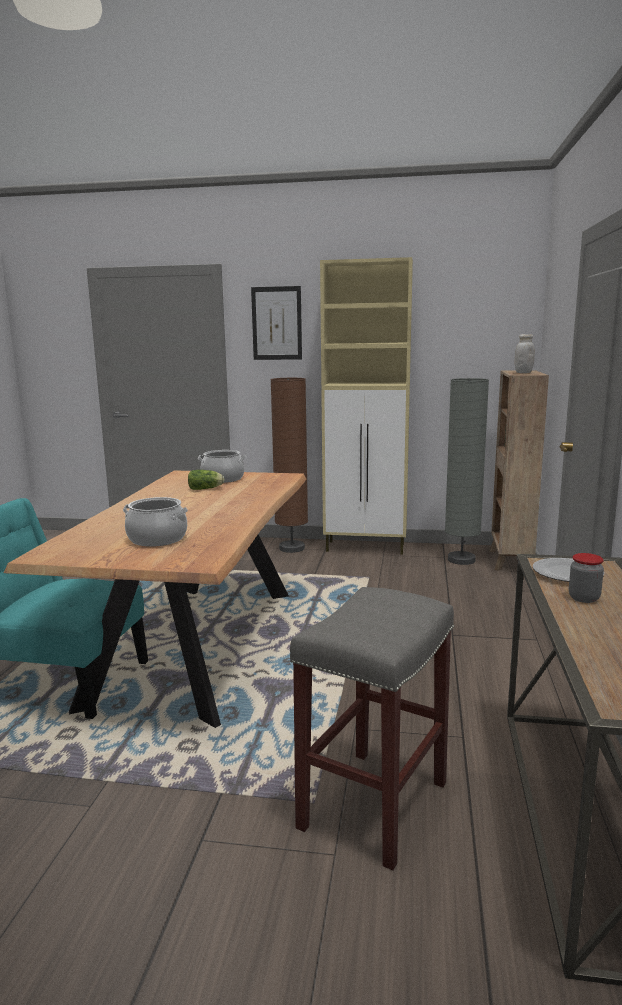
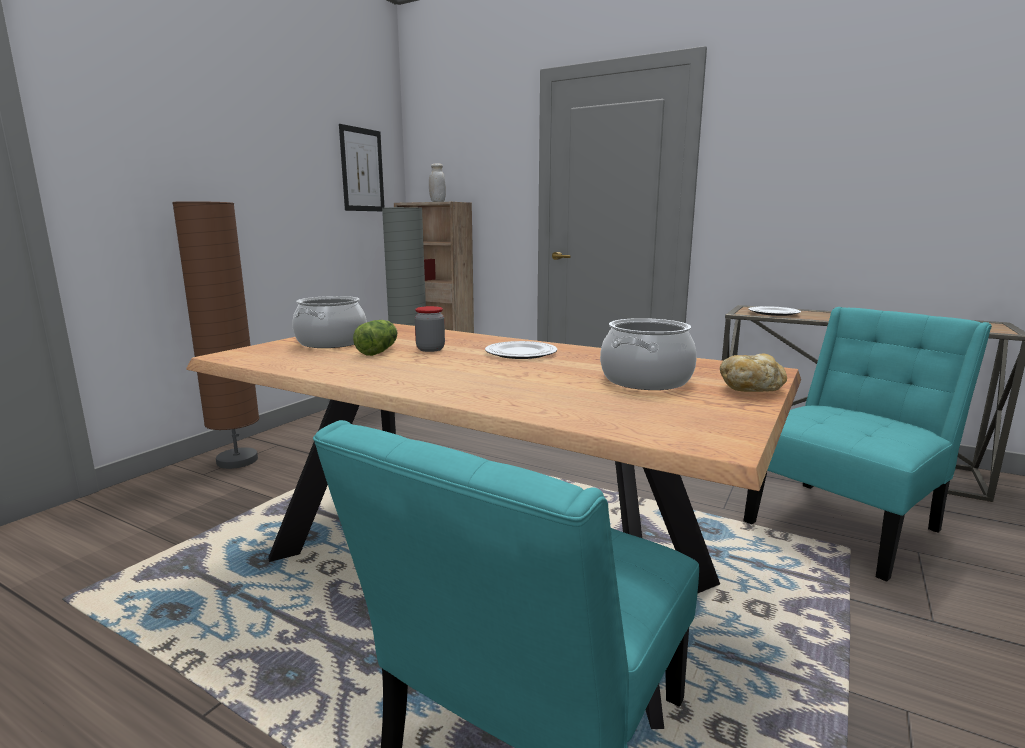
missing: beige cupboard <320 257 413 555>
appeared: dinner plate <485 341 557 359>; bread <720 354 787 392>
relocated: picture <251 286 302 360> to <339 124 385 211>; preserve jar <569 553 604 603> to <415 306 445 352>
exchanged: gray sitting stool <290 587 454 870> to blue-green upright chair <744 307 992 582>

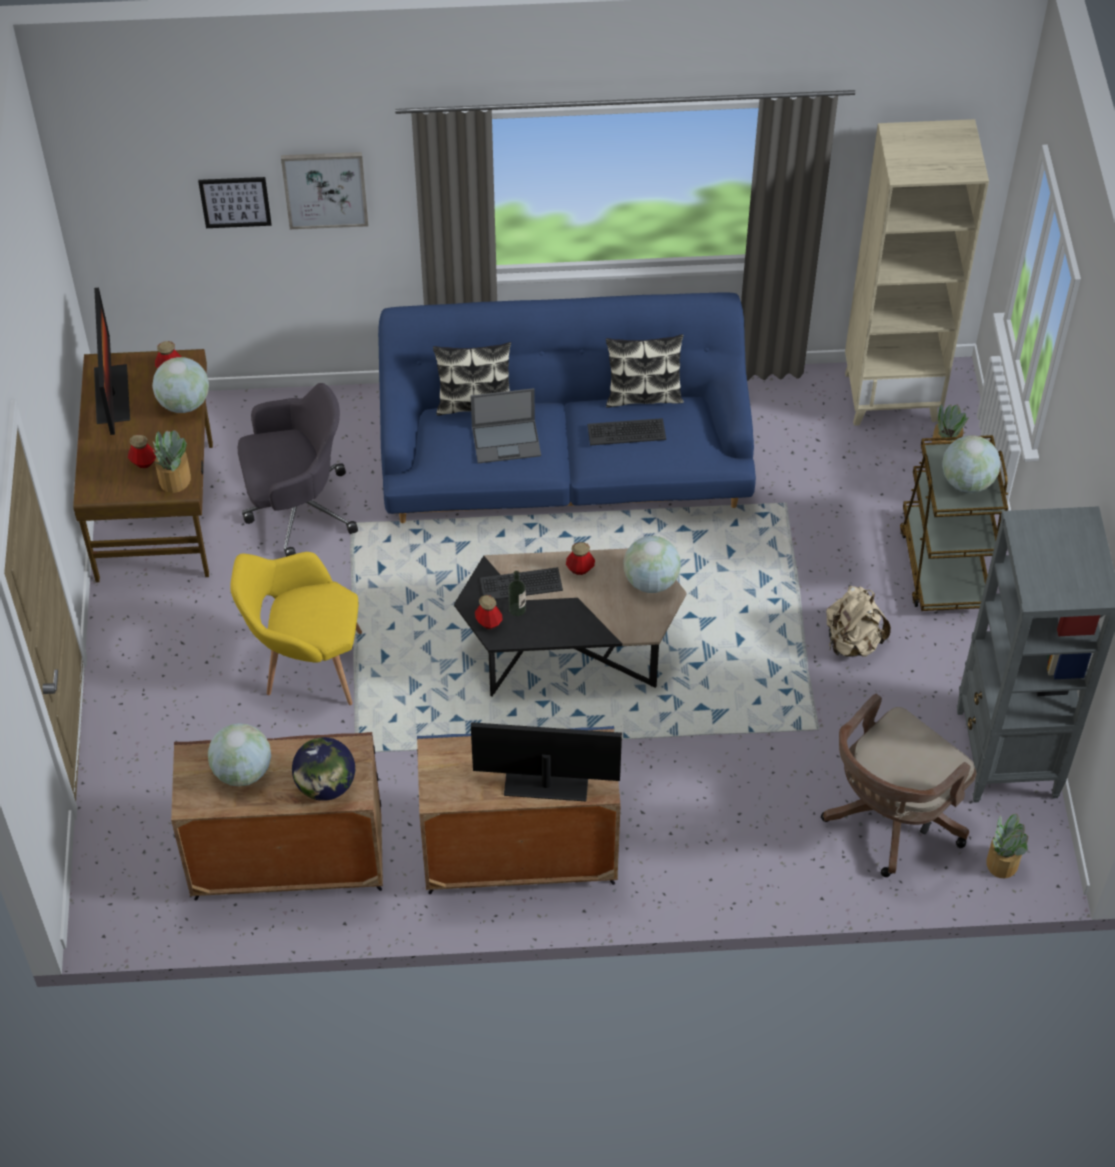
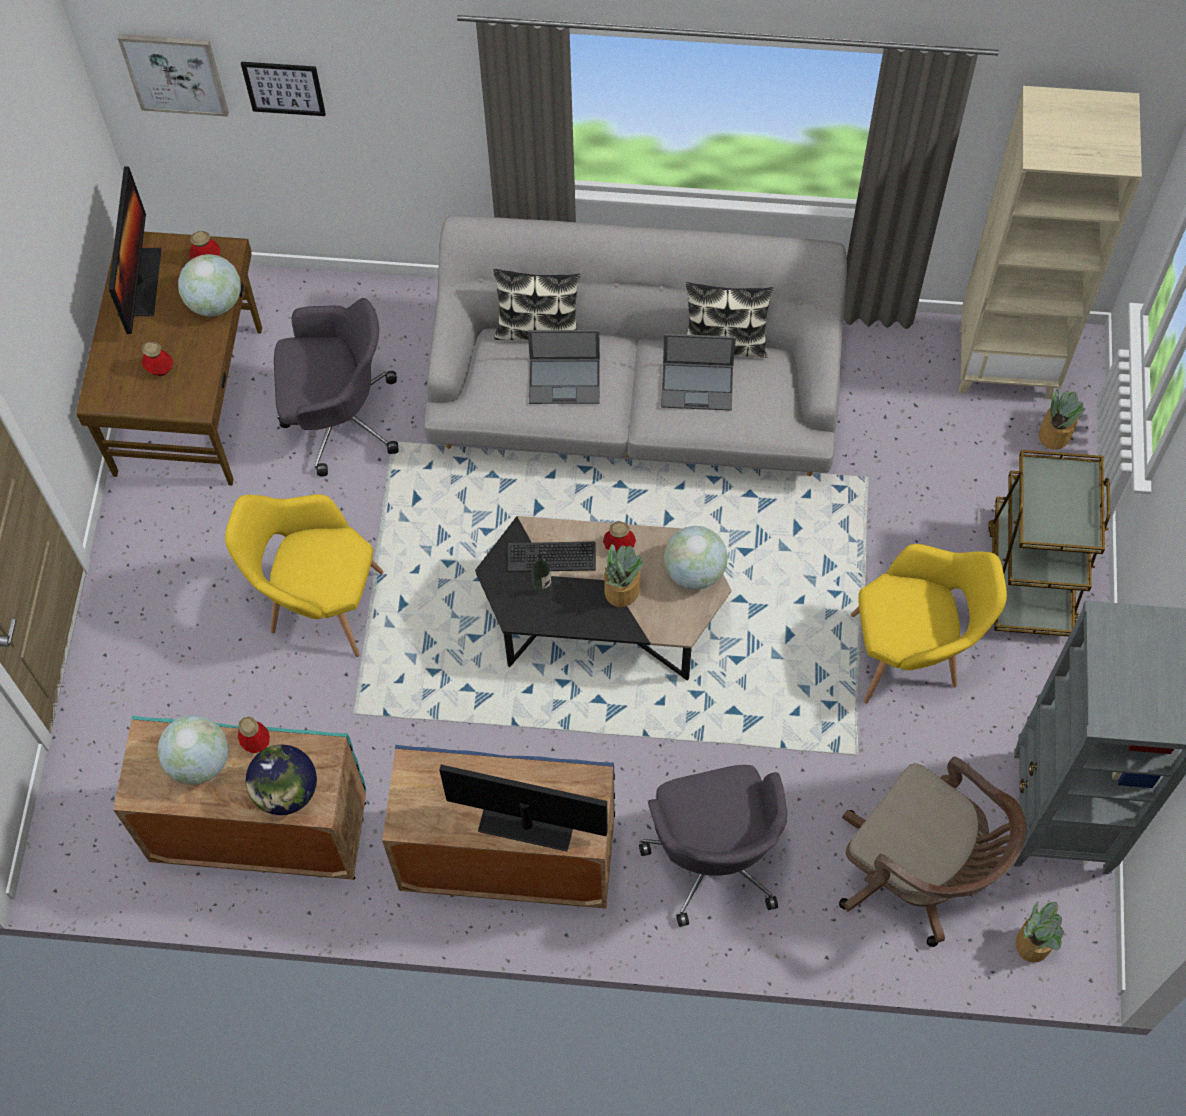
missing: world globe <942 435 1001 493>
appeared: gray computer chair <639 765 787 927>
relocated: picture <281 152 368 229> to <118 34 229 117>; houseplant <153 430 191 493> to <604 544 644 607>; bottle <475 595 503 629> to <238 716 270 753>
exchanged: keyboard <587 418 666 446> to laptop <661 334 736 411>; beige rucksack <826 586 891 657> to yellowish easy chair <851 544 1007 704>
colour: blue settee <378 292 756 523> to gray settee <424 216 847 476>; brownish cupboard <171 732 383 900> to blue-green cupboard <113 716 366 880>
spun: brownish computer chair <821 694 976 877> = <839 756 1026 947> 105 degrees counterclockwise

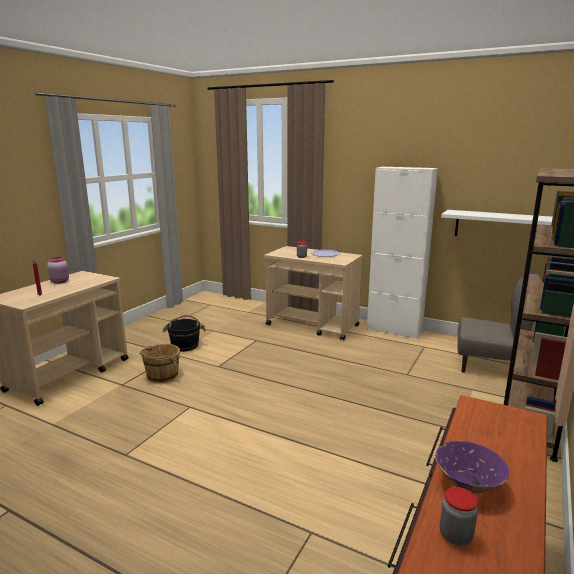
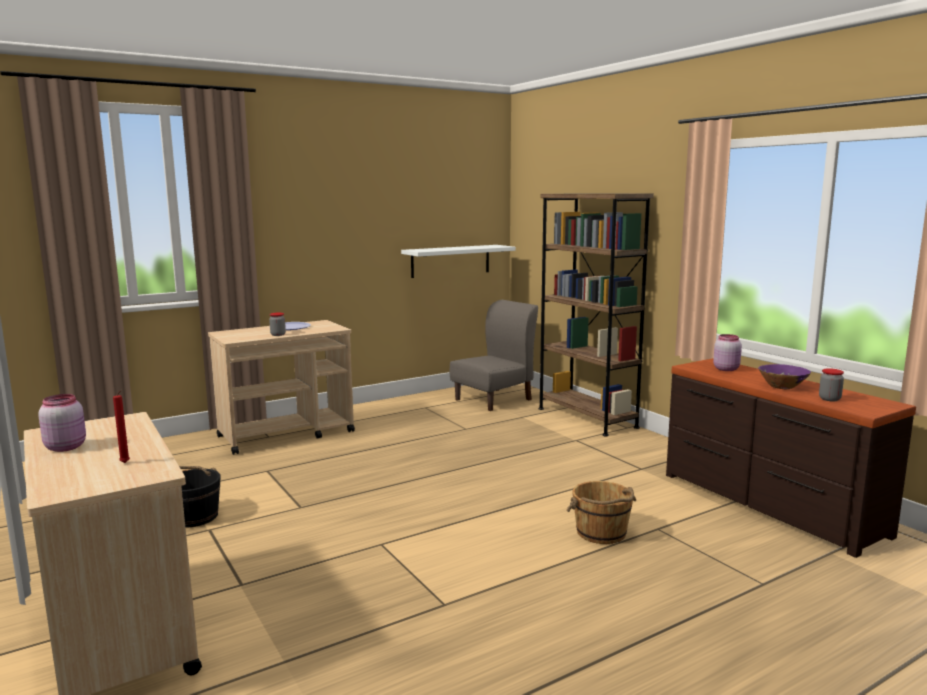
missing: white-coloured cupboard <367 167 438 339>
appeared: pink preserve jar <713 334 742 371>
relocated: brownish pail <140 344 180 383> to <566 481 636 544>

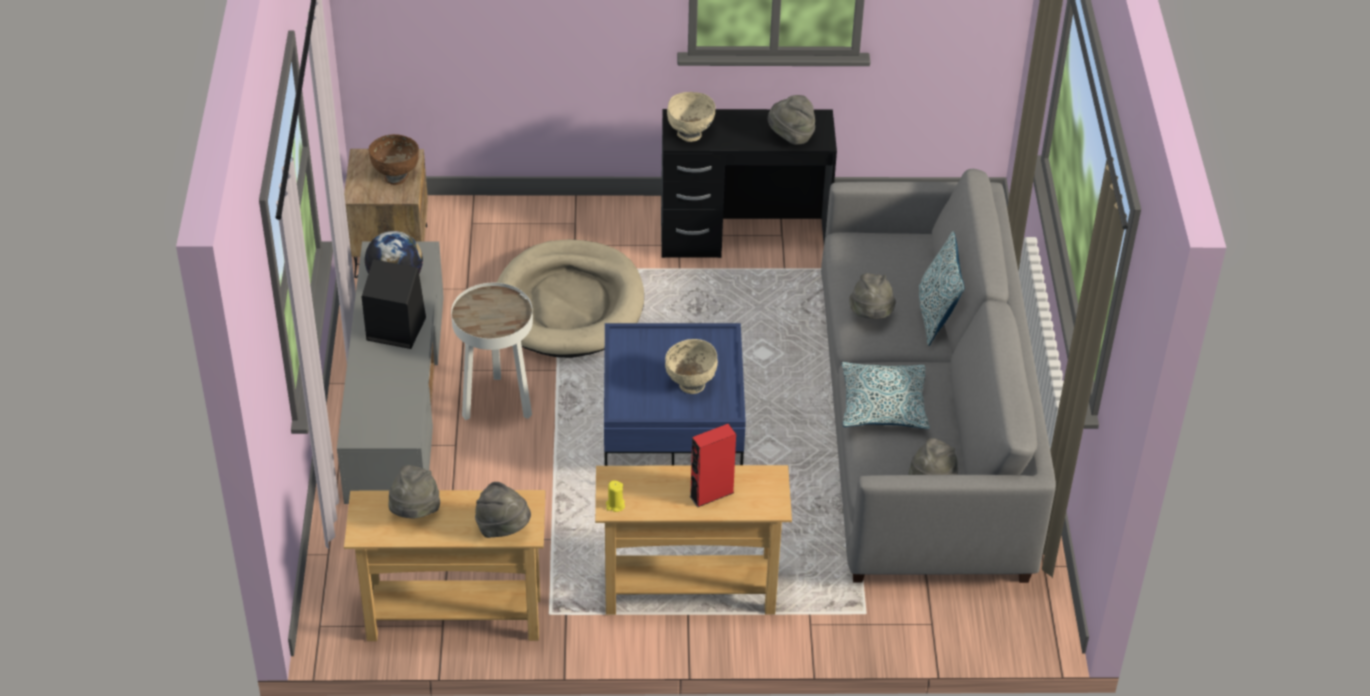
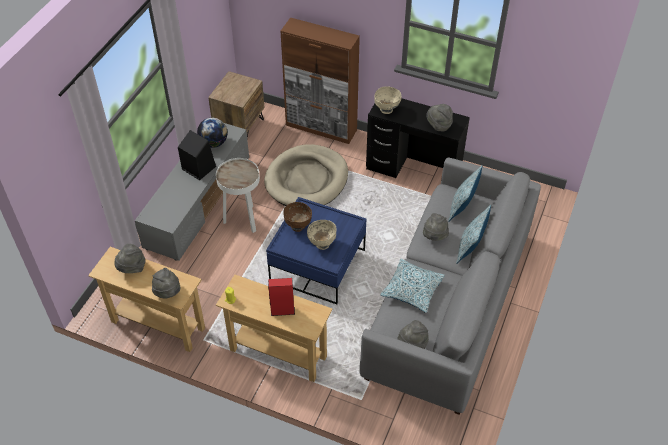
appeared: brownish cupboard <280 17 360 144>; throw pillow <448 165 483 222>
relocated: brownish serving bowl <368 134 419 185> to <283 202 312 232>

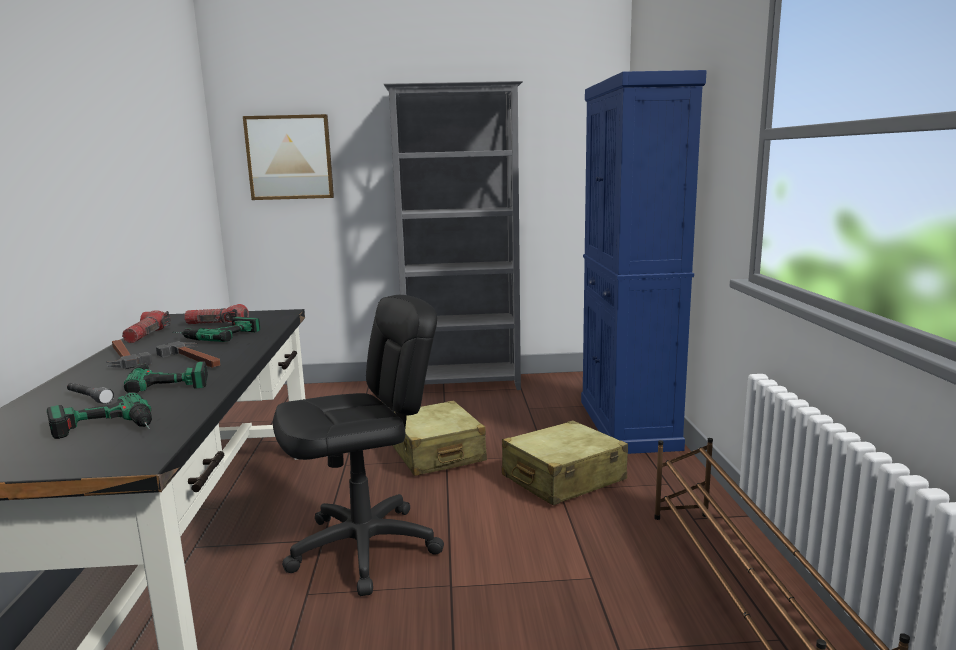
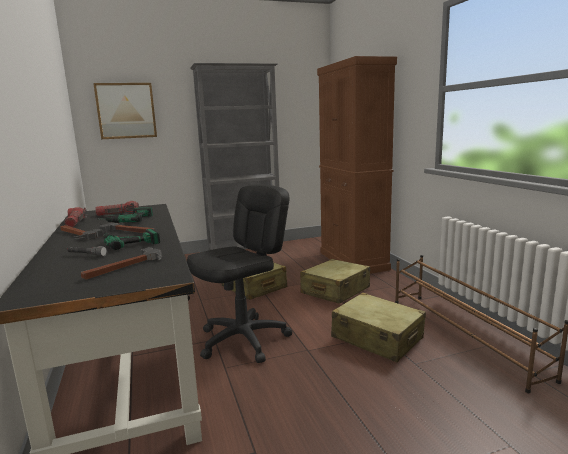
appeared: beige piece of luggage <331 293 426 362>
exchanged: electric drill <46 392 152 439> to tool hammer <81 247 162 280>
colour: blue cupboard <581 70 707 454> to brownish cupboard <317 56 397 274>

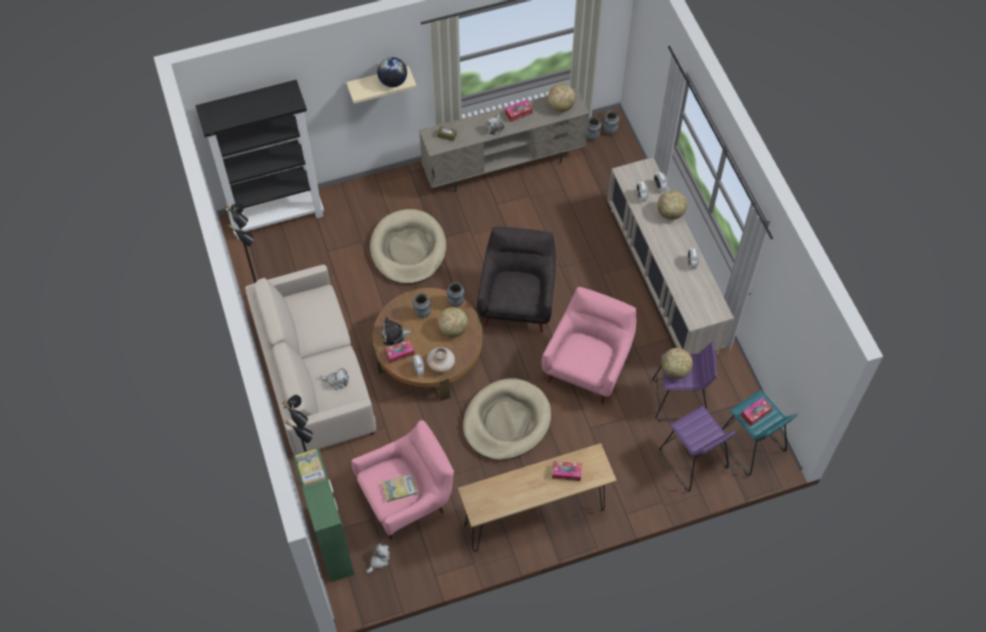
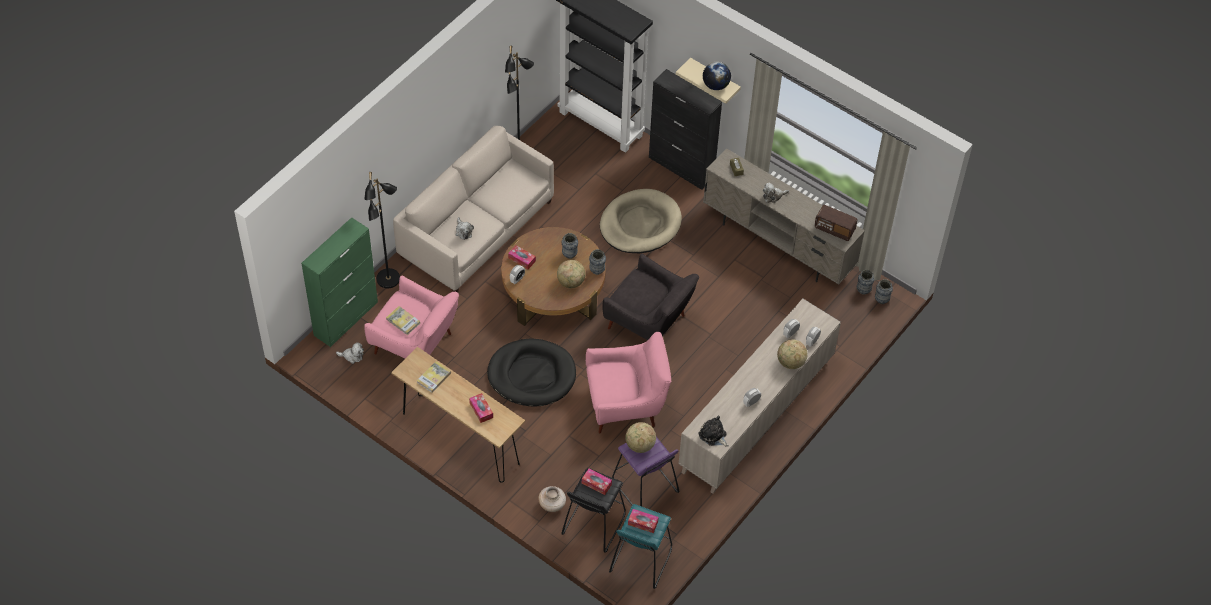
appeared: black cupboard <649 69 722 190>
relocated: box of tissues <505 100 533 122> to <582 469 612 495>; cuddly toy <382 317 412 346> to <698 416 729 447>; beige vase <427 347 455 373> to <538 486 566 512>; bound book <295 449 326 487> to <417 361 451 393>
exchanged: world globe <548 84 576 112> to radio receiver <814 205 858 241>
colour: beige dog bed <463 378 551 460> to black dog bed <487 338 576 407>; purple sitting stool <659 406 736 491> to black sitting stool <561 468 626 553>
spun: gray easy chair <477 227 556 333> = <603 254 699 340> 60 degrees clockwise

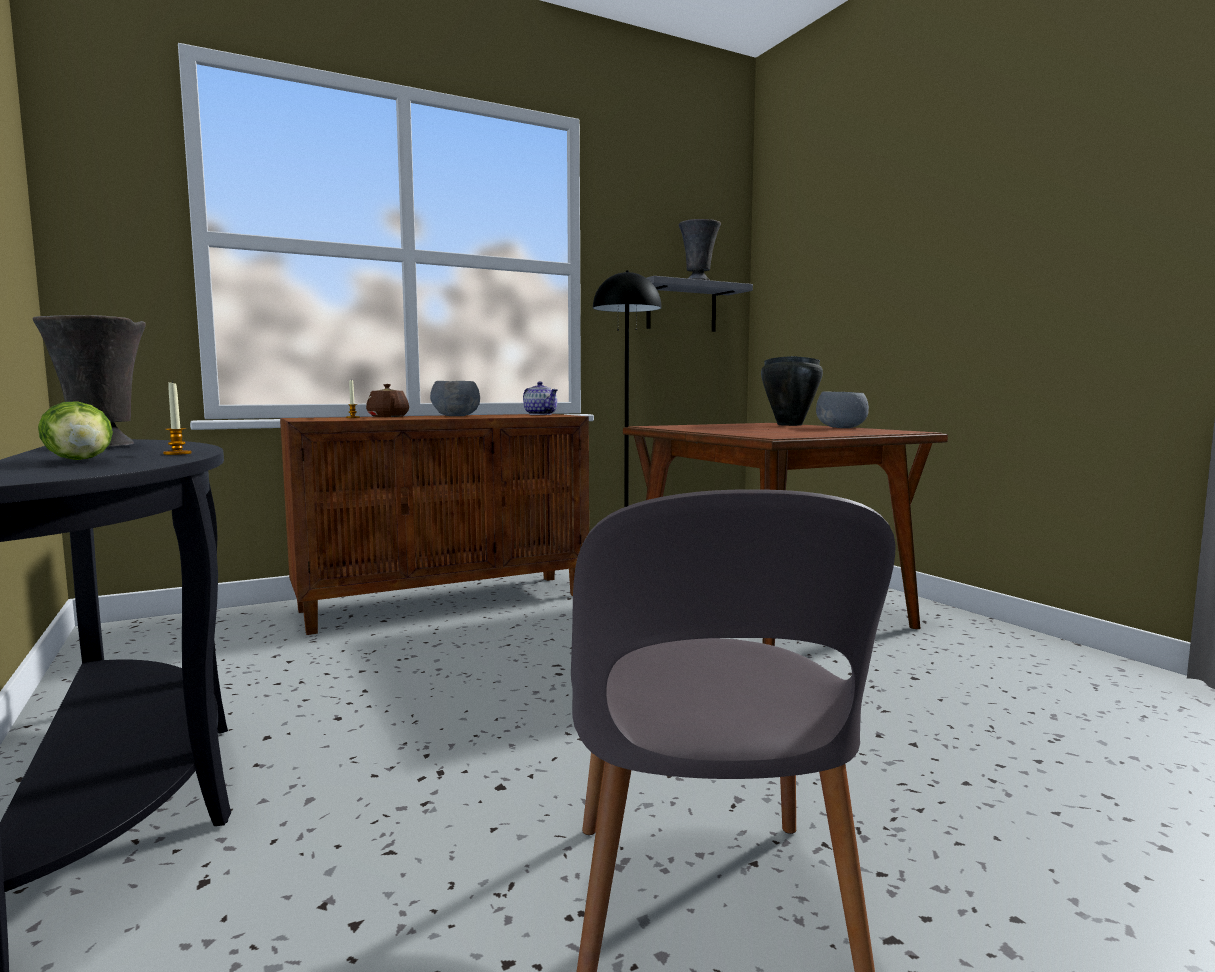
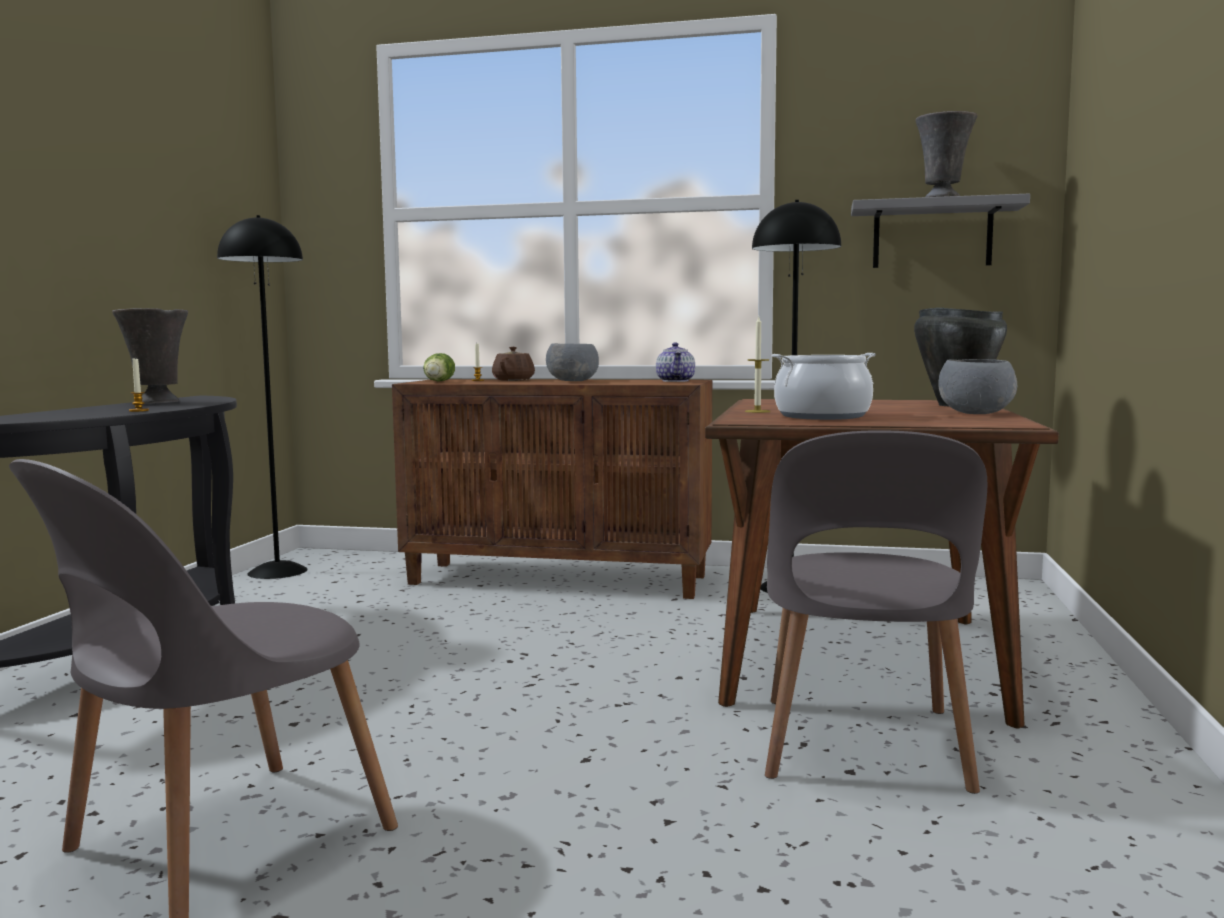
appeared: black standard lamp <217 215 308 579>; wax candle <745 317 770 413>; cooking pot <772 353 876 420>; gray upright chair <765 430 987 794>
relocated: lettuce <38 401 113 460> to <423 353 455 381>

